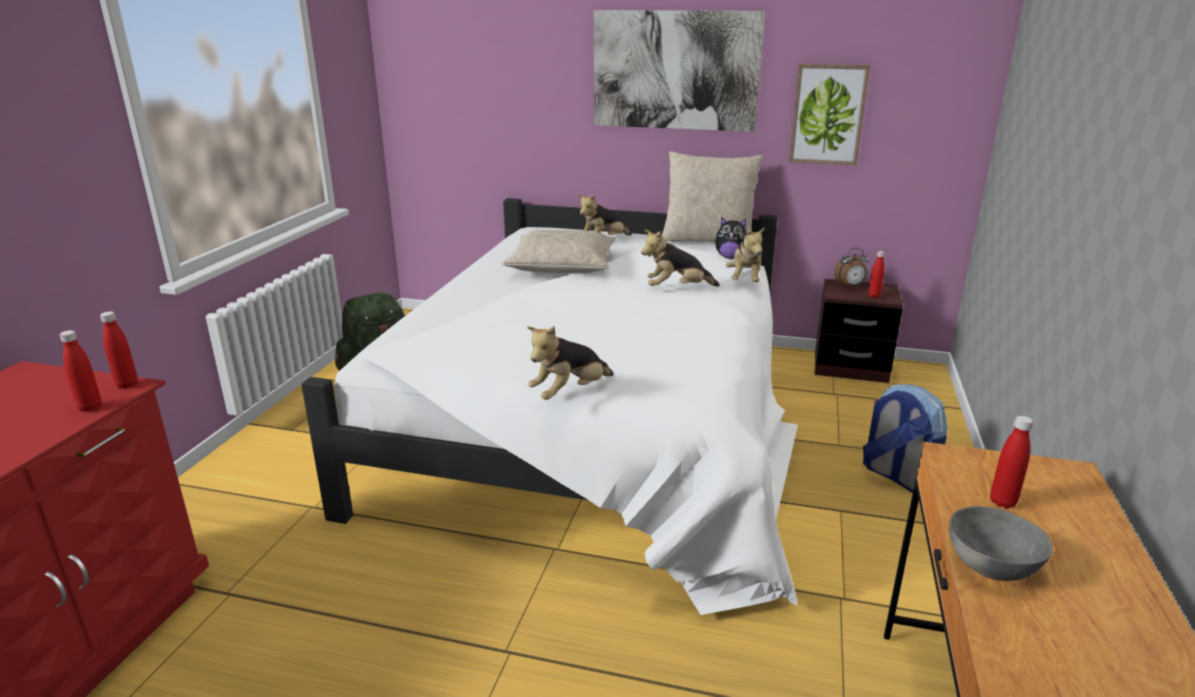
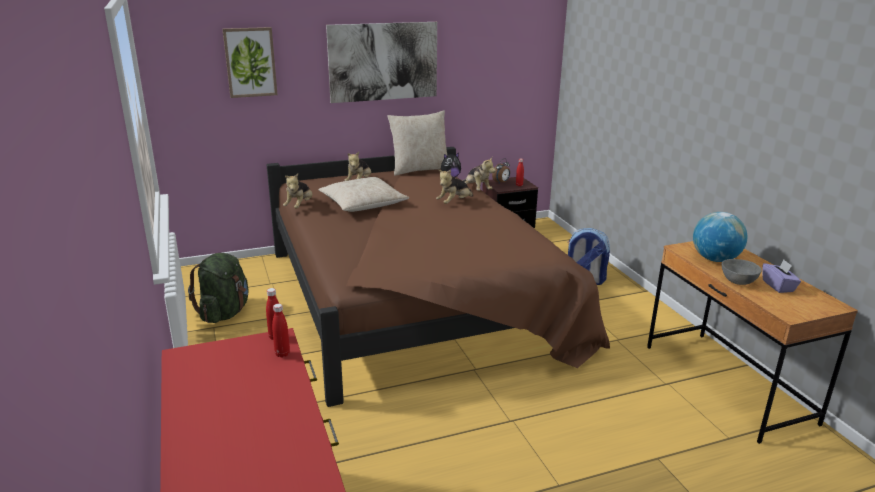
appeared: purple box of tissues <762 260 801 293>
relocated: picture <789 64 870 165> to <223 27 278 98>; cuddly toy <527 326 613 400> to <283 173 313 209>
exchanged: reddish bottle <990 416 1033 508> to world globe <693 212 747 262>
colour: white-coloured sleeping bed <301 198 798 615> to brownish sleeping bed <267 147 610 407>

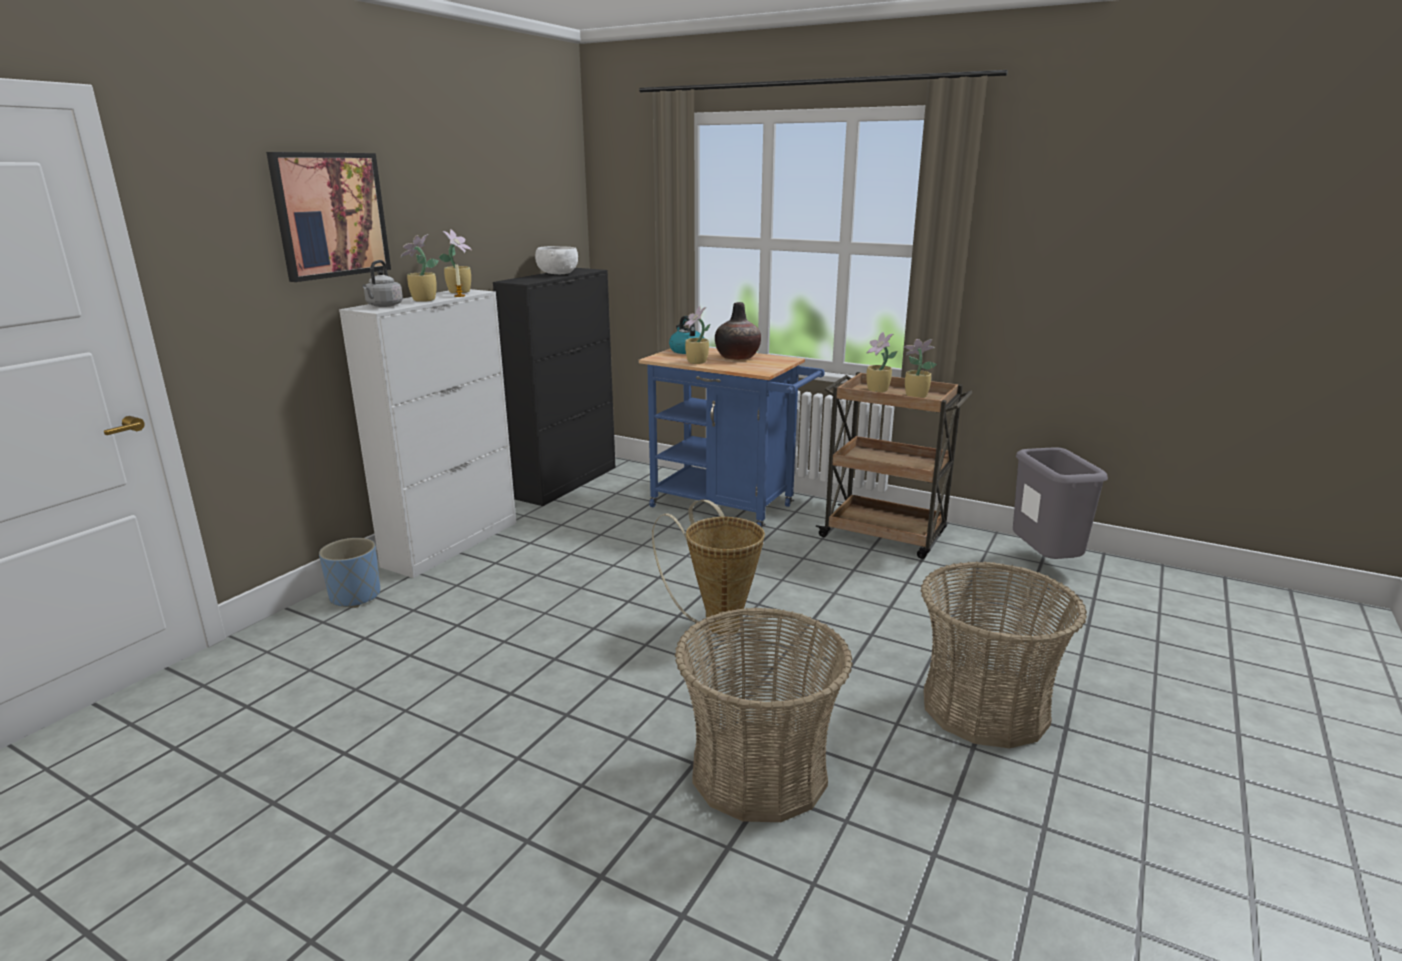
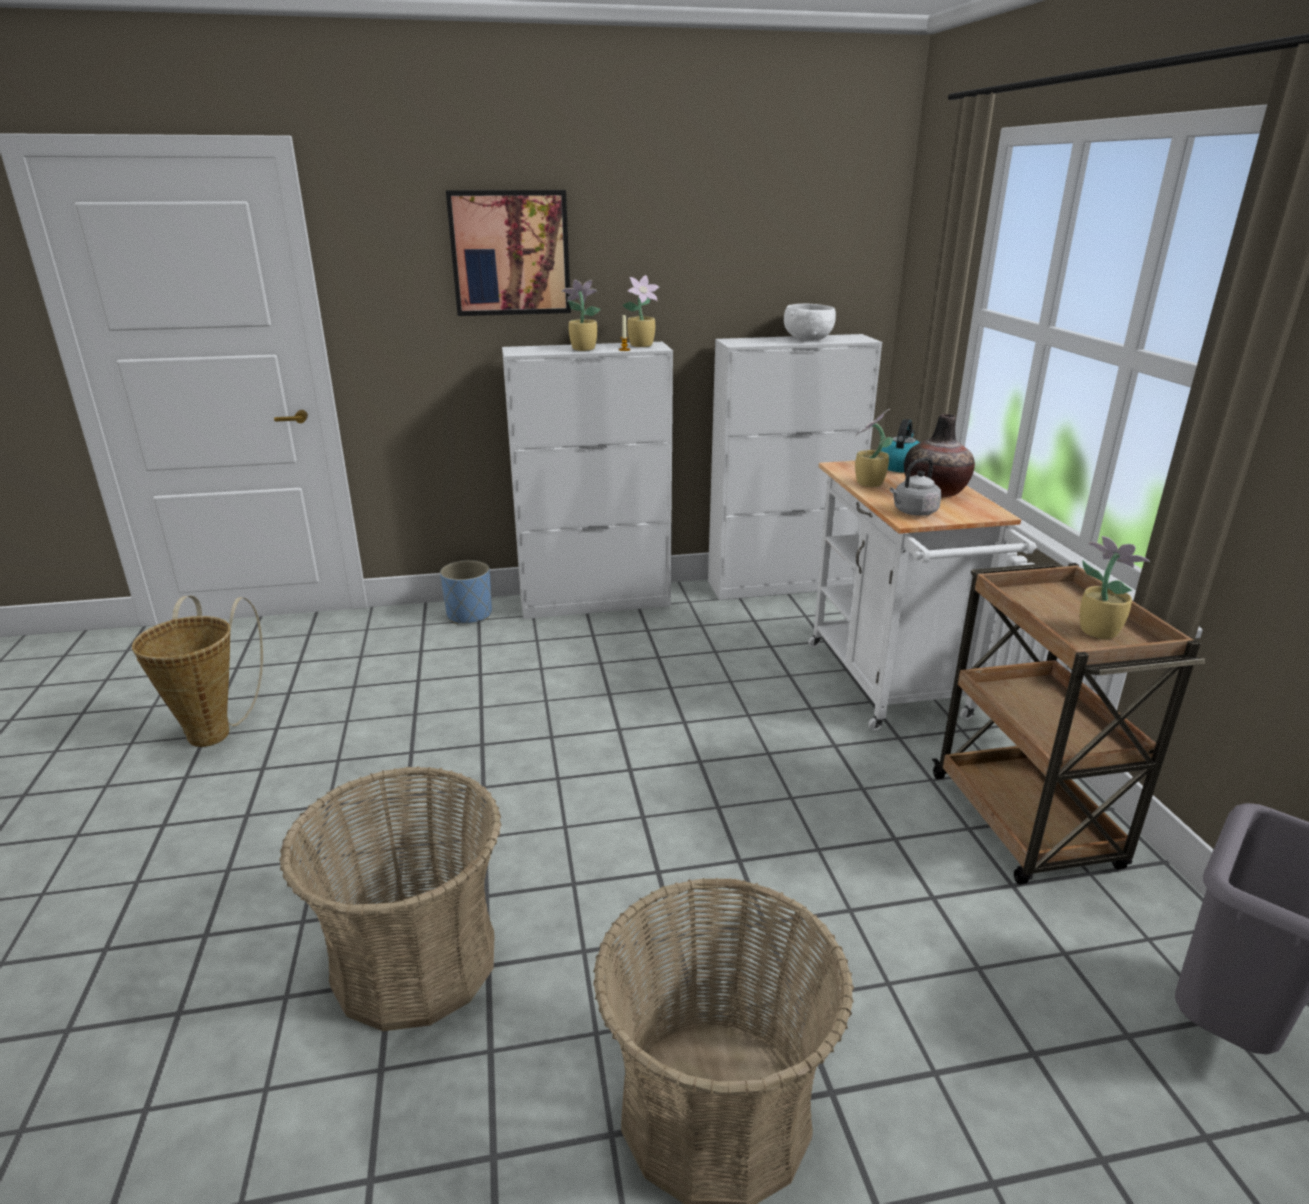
missing: houseplant <866 332 897 393>
relocated: gray kettle <363 260 403 307> to <890 458 941 516>; household basket <652 500 765 634> to <132 595 263 747>
colour: black cupboard <493 268 616 506> to white-coloured cupboard <708 334 882 600>; blue cart <638 348 825 527> to white-coloured cart <808 461 1036 731>

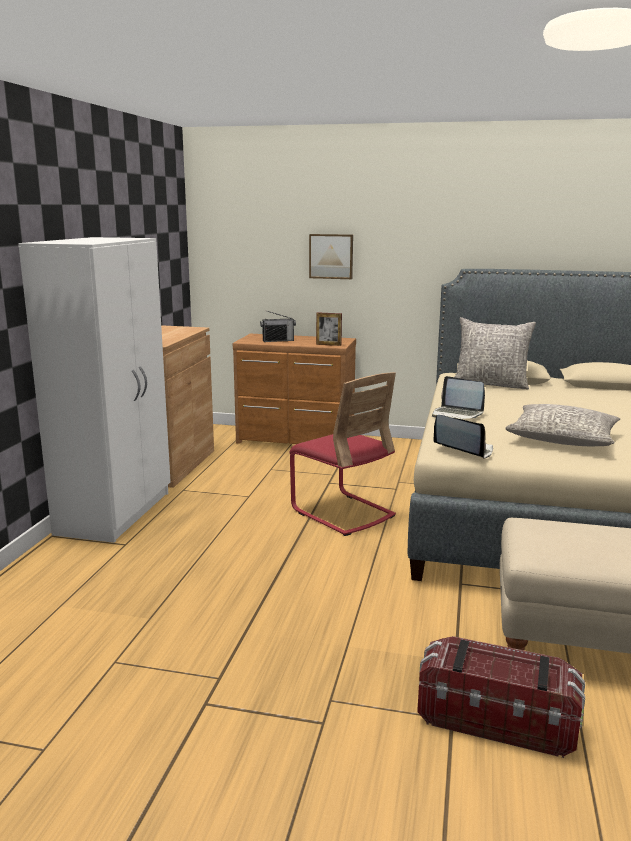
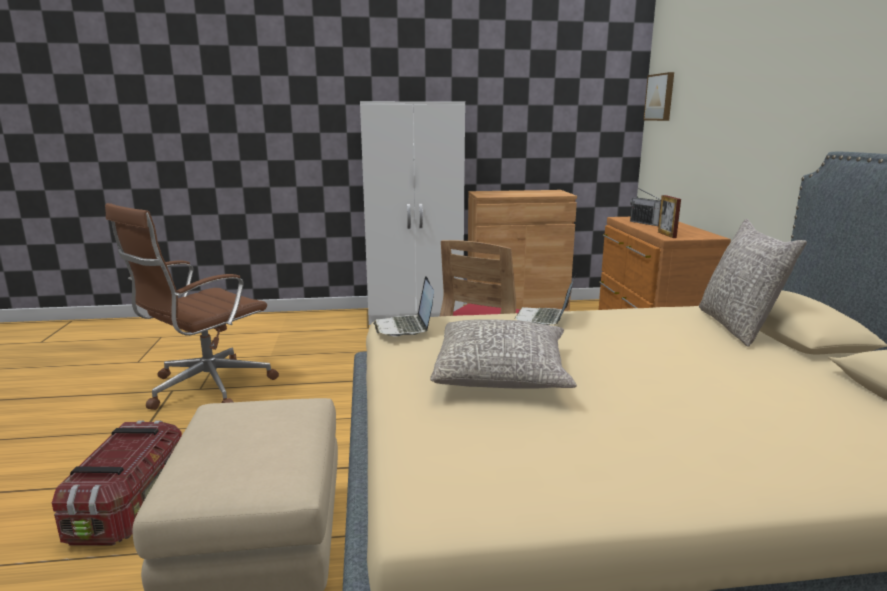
appeared: brownish computer chair <105 203 279 410>
relocated: picture <309 234 353 279> to <643 72 674 121>
spun: laptop <434 415 493 459> = <373 276 434 337> 150 degrees clockwise

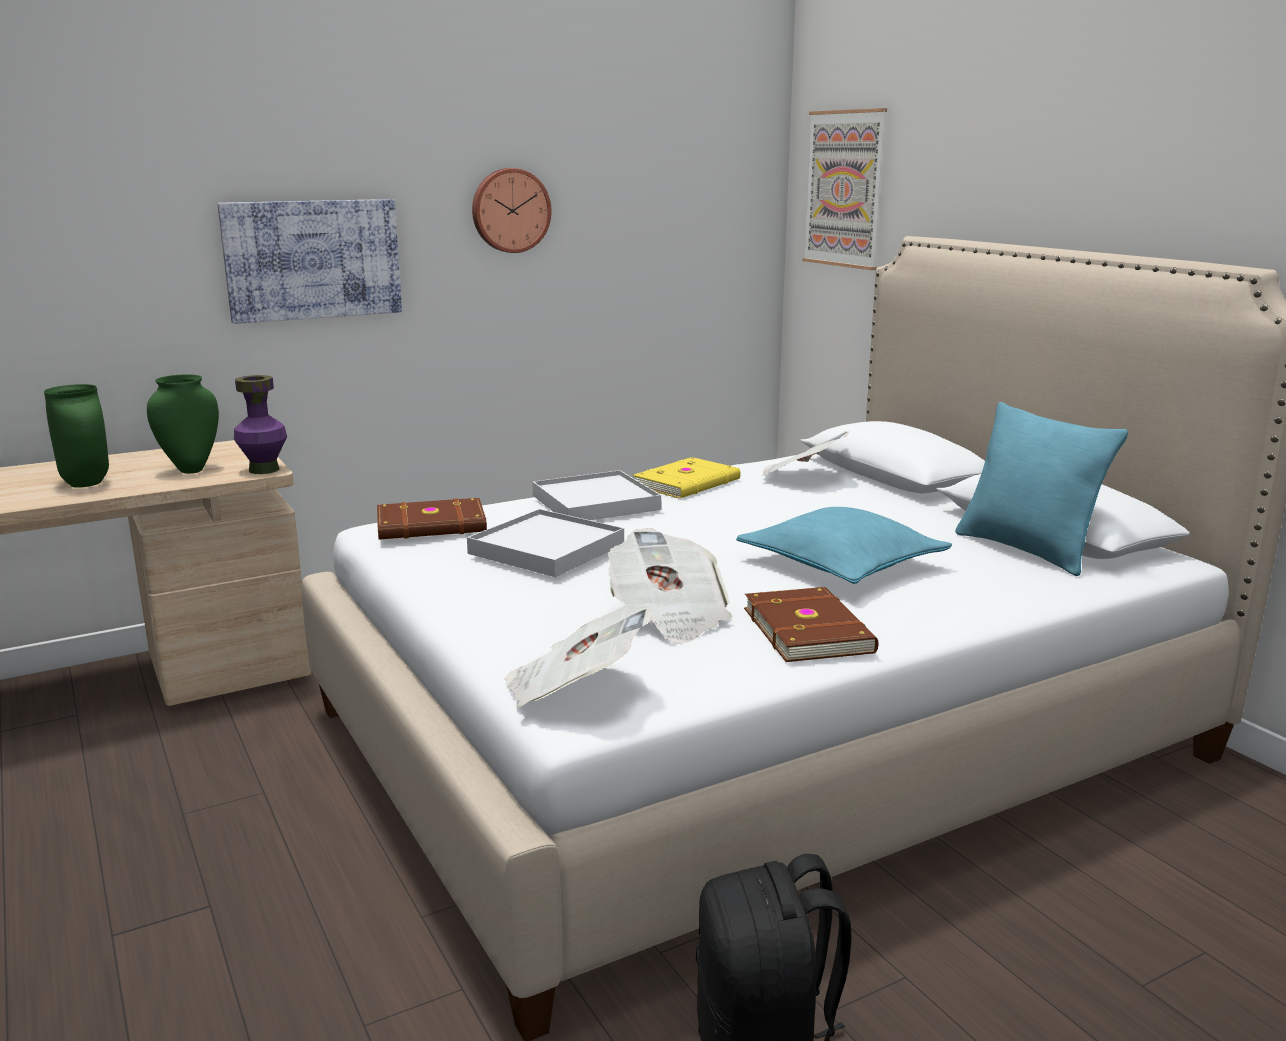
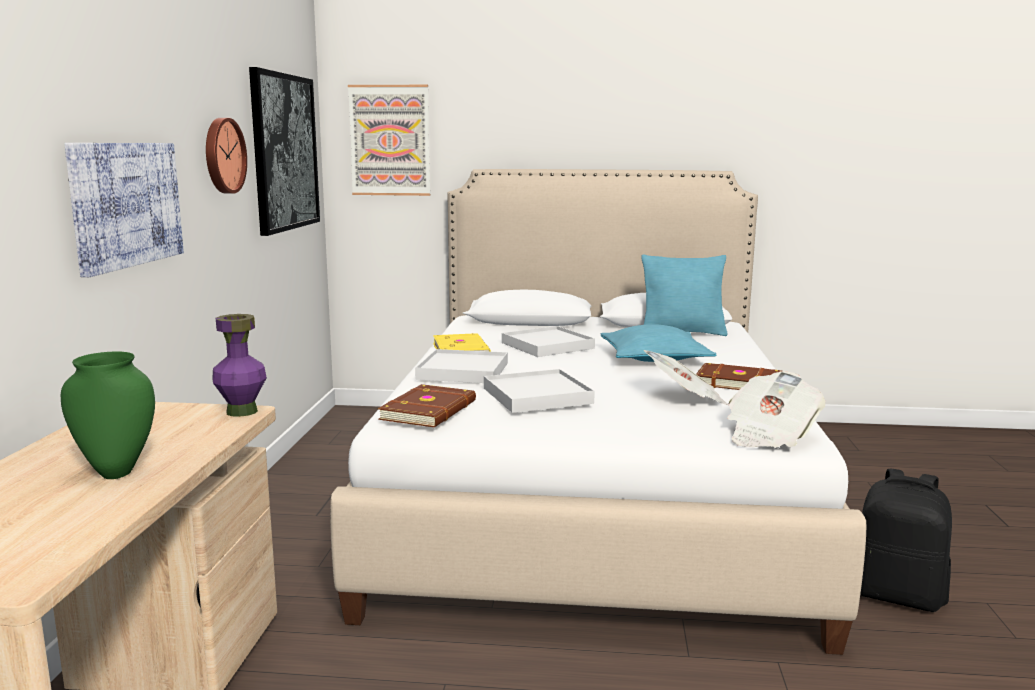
missing: green-coloured vase <147 374 219 474>; printed paper <763 431 849 476>
appeared: picture <249 67 320 236>; white-coloured serving tray <502 326 595 357>

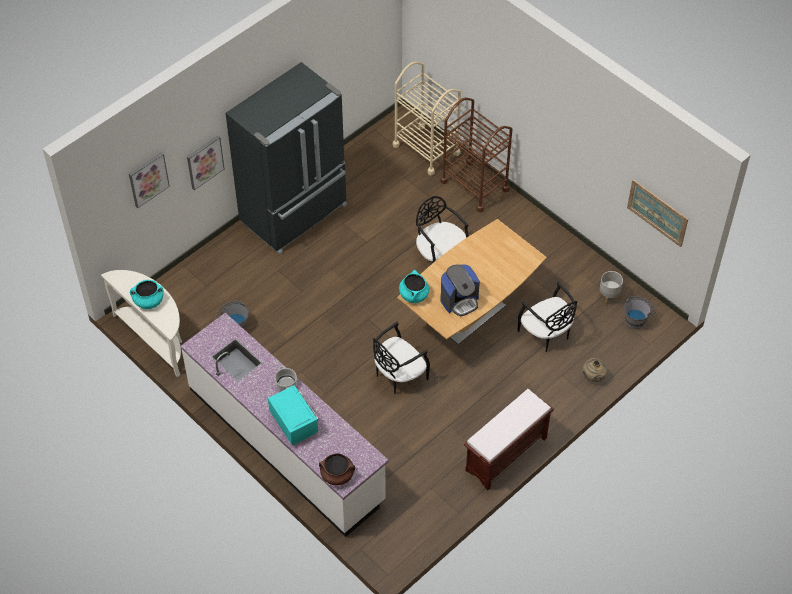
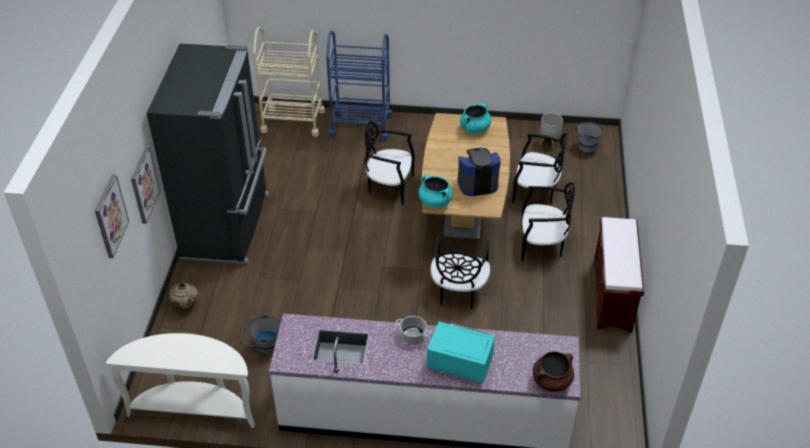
missing: picture <627 179 688 247>
appeared: black upright chair <521 182 575 262>
relocated: blue-green cooking pot <130 280 164 309> to <460 104 491 134>; beige vase <583 358 608 382> to <169 283 198 309>
colour: brownish cart <440 97 512 212> to blue cart <326 31 392 141>
spun: coffee machine <440 264 480 317> = <457 148 501 196> 120 degrees counterclockwise

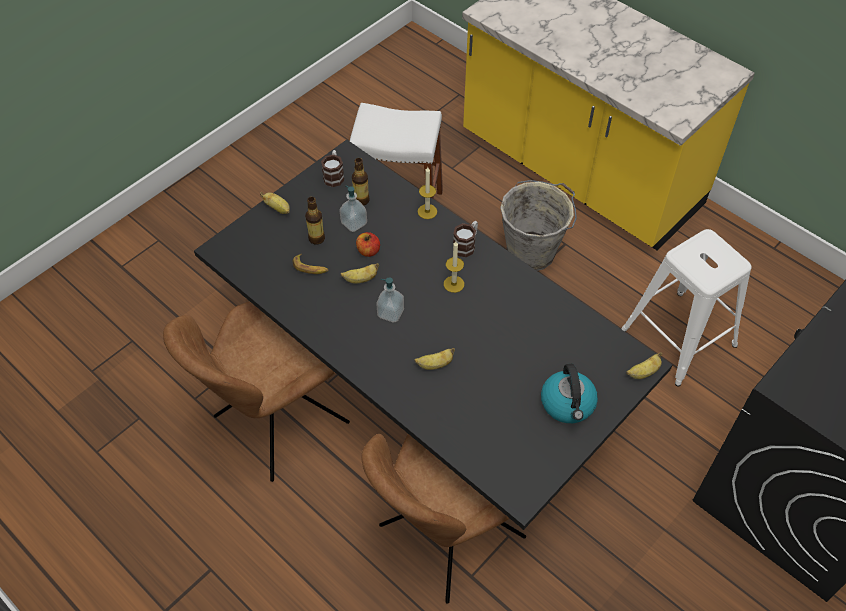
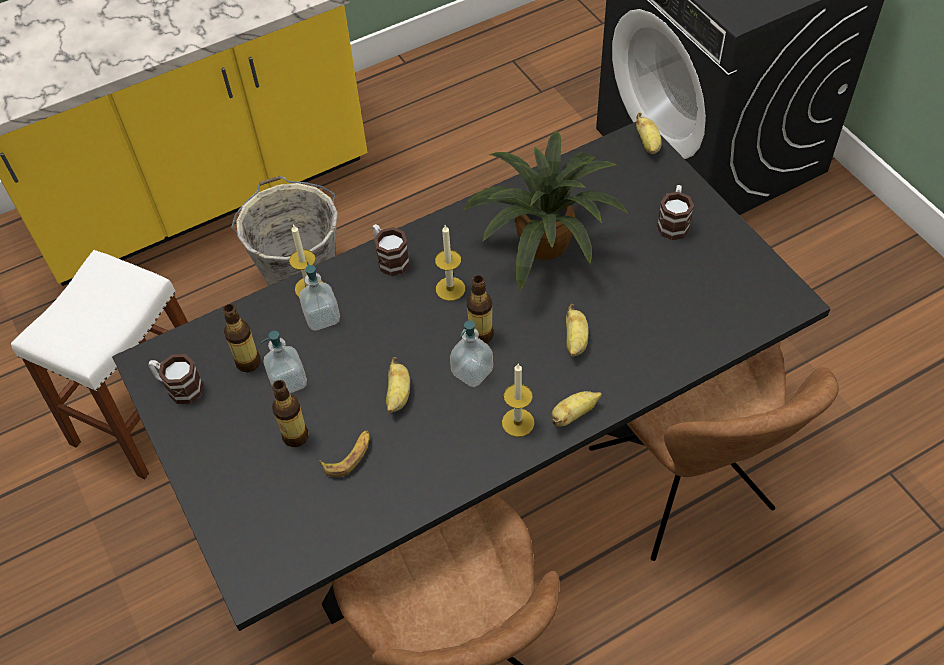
missing: white-coloured sitting stool <621 229 752 386>; whole apple <356 232 380 257>
appeared: houseplant <464 131 628 291>; soap bottle <299 262 340 331>; bottle <467 275 494 343>; wax candle <502 364 535 437>
relocated: banana <260 192 290 214> to <551 391 602 427>
exchanged: kettle <541 364 598 423> to mug <657 185 694 240>

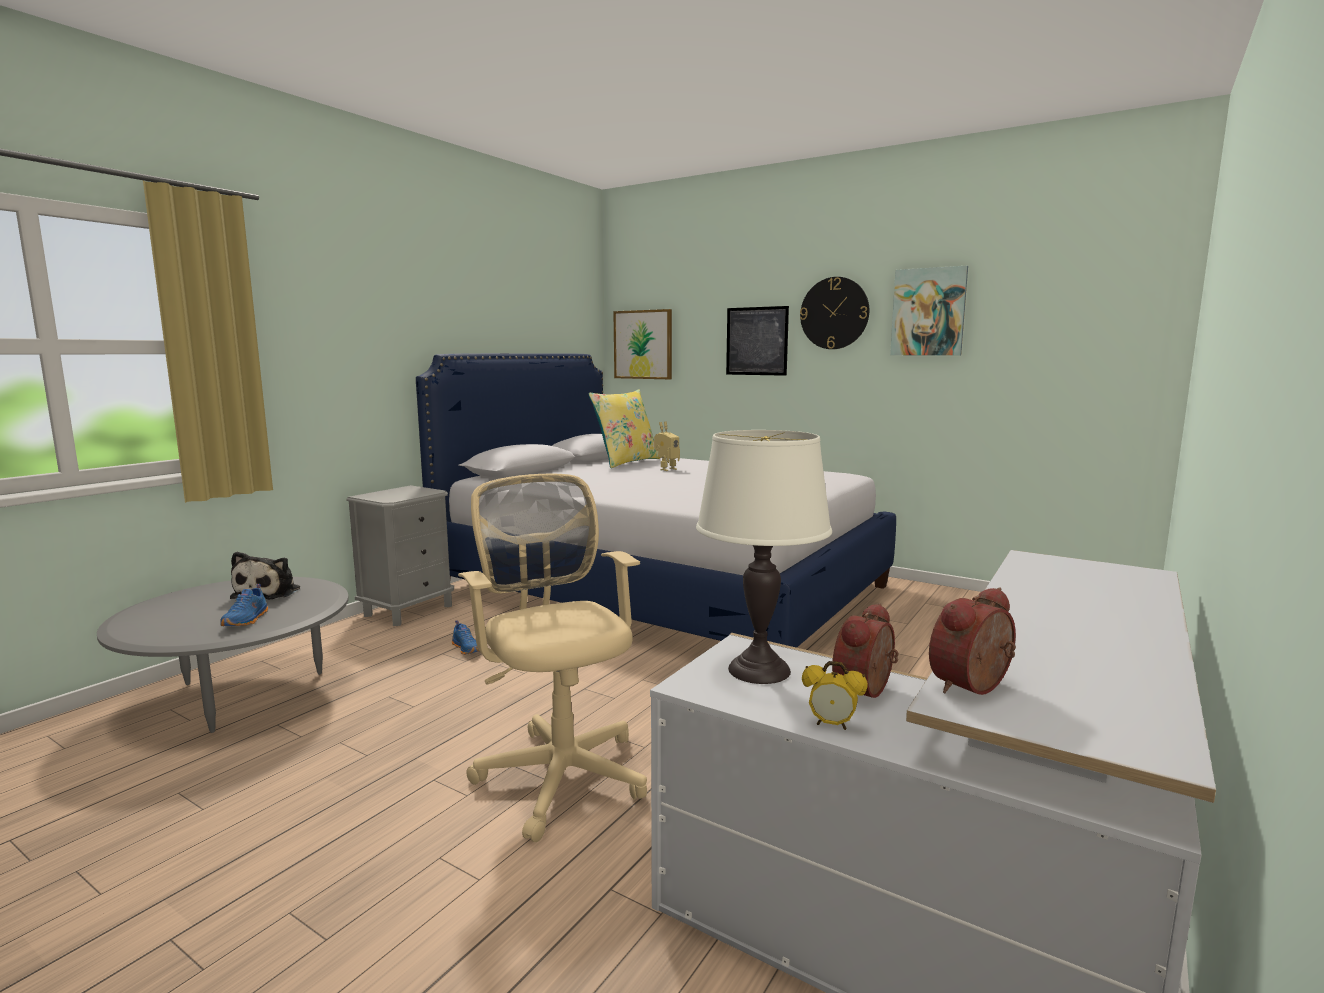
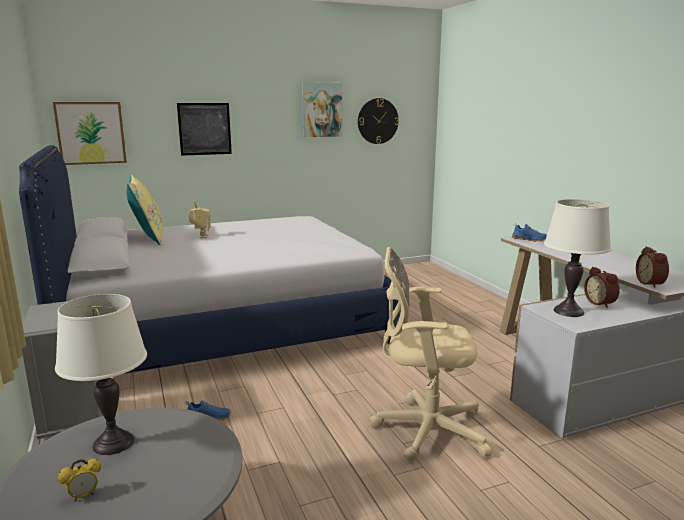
relocated: wall clock <800 277 869 349> to <358 98 399 144>; blue low shoe <220 584 268 626> to <512 224 547 242>; alarm clock <802 661 868 730> to <58 459 101 501>
exchanged: cuddly toy <230 552 300 600> to white-coloured tabletop lamp <55 294 147 455>

